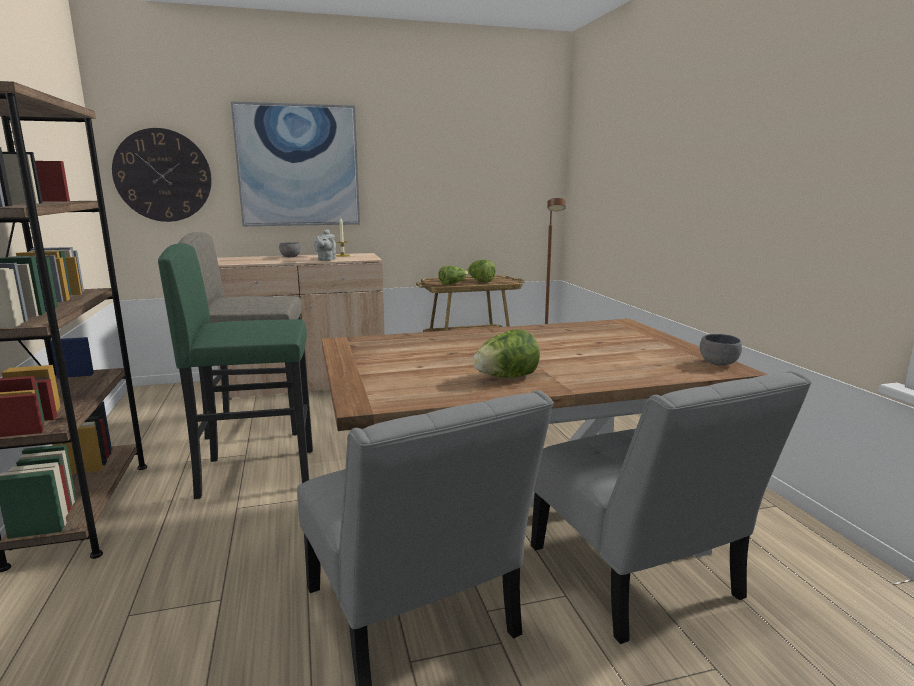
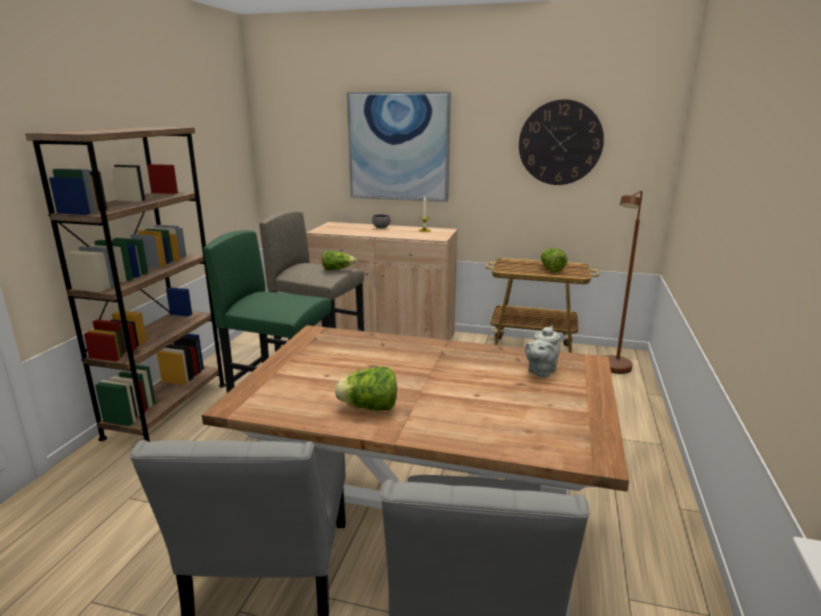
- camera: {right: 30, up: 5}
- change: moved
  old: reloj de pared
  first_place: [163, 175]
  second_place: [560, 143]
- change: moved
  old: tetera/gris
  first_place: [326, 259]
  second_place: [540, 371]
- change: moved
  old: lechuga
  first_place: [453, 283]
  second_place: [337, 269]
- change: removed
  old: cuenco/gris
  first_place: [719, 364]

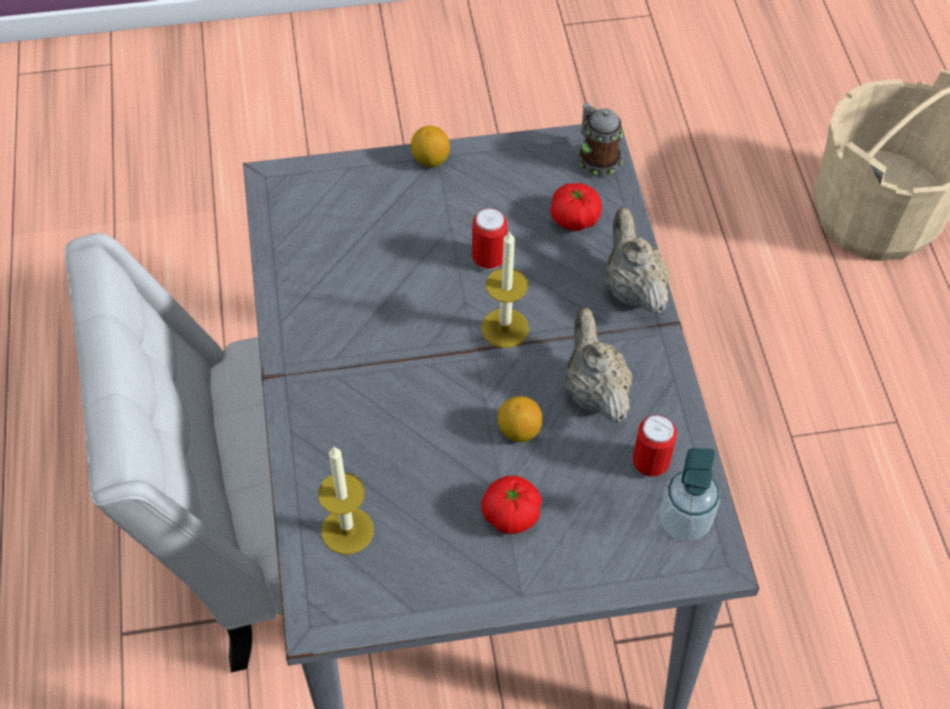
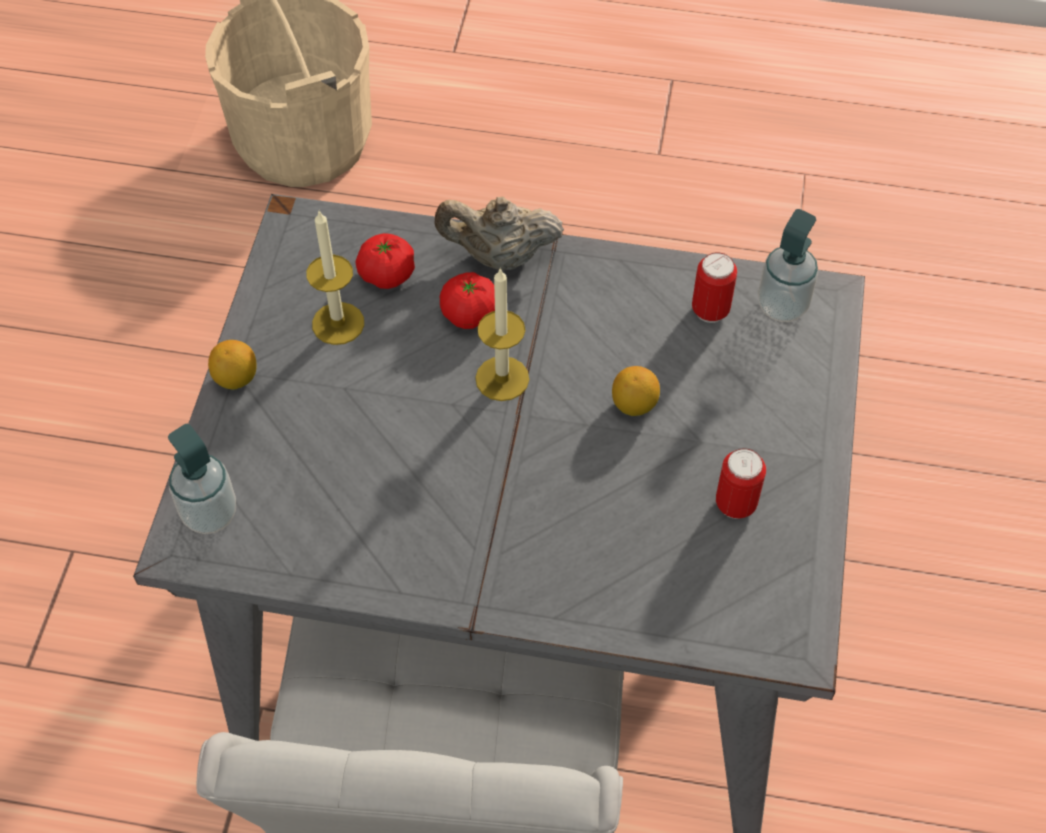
- camera: {right: -70, up: 0}
- change: moved
  old: vela
  first_place: [347, 530]
  second_place: [338, 323]
- change: moved
  old: lata
  first_place: [488, 259]
  second_place: [735, 504]
- change: moved
  old: tomate
  first_place: [511, 514]
  second_place: [470, 314]
- change: removed
  old: tetera/beis
  first_place: [593, 391]
- change: removed
  old: taza grande
  first_place: [596, 157]
- change: added
  new: dispensador de jabón
  second_place: [210, 514]

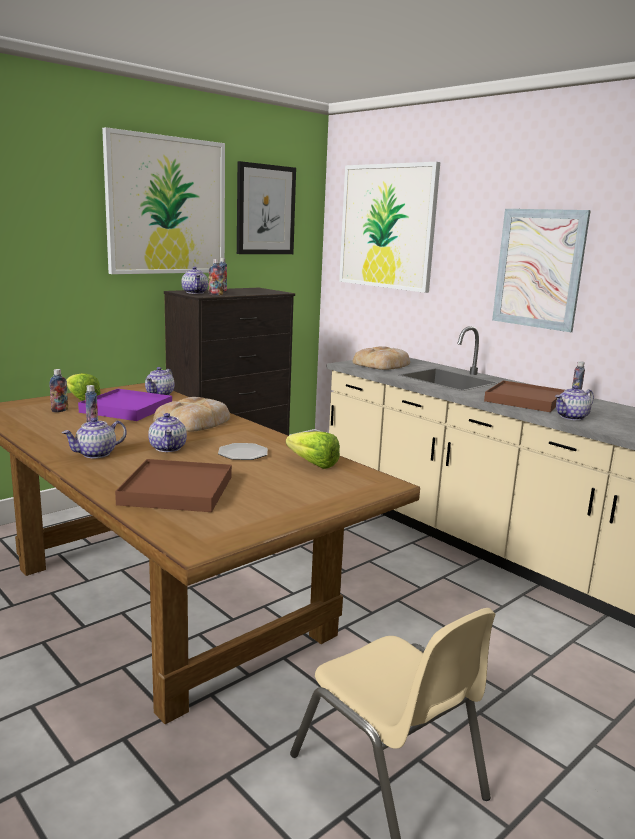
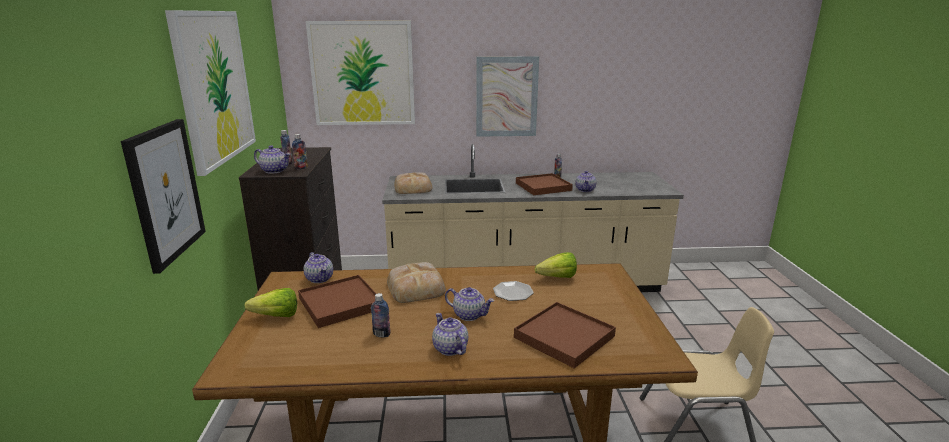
- camera: {right: -50, up: 5}
- change: removed
  old: botella
  first_place: [59, 410]
- change: turned
  old: tetera
  first_place: [96, 454]
  second_place: [449, 348]
  degrees: 150
- change: recoloured
  old: bandeja/morado
  new: bandeja/marrón
  first_place: [127, 408]
  second_place: [340, 303]
- change: moved
  old: cuadro
  first_place: [265, 210]
  second_place: [165, 192]

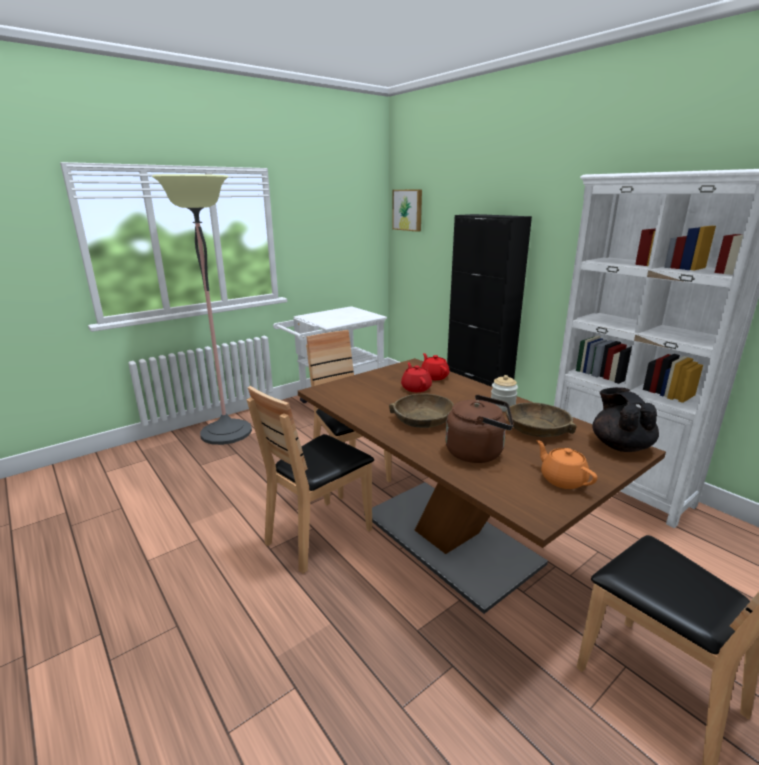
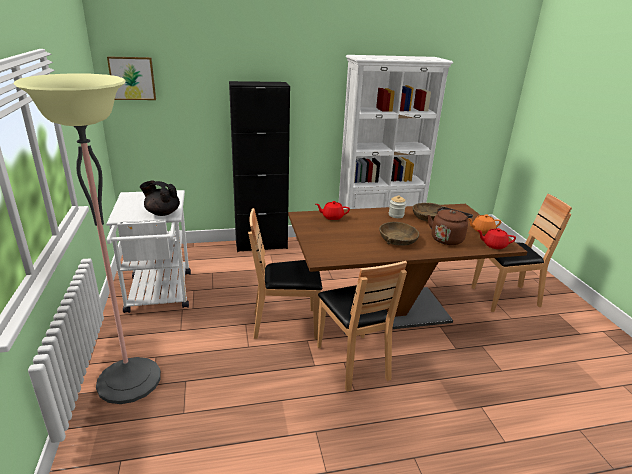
- camera: {right: -65, up: 5}
- change: moved
  old: tetera/rojo
  first_place: [416, 388]
  second_place: [494, 245]
- change: moved
  old: tetera/negro
  first_place: [620, 445]
  second_place: [162, 213]

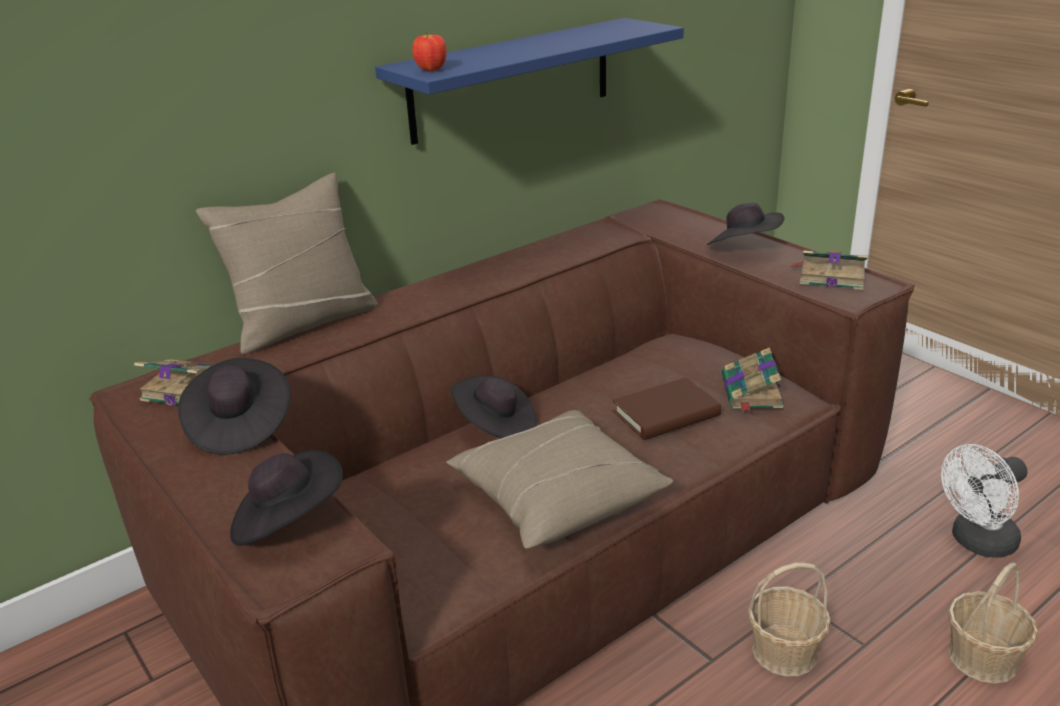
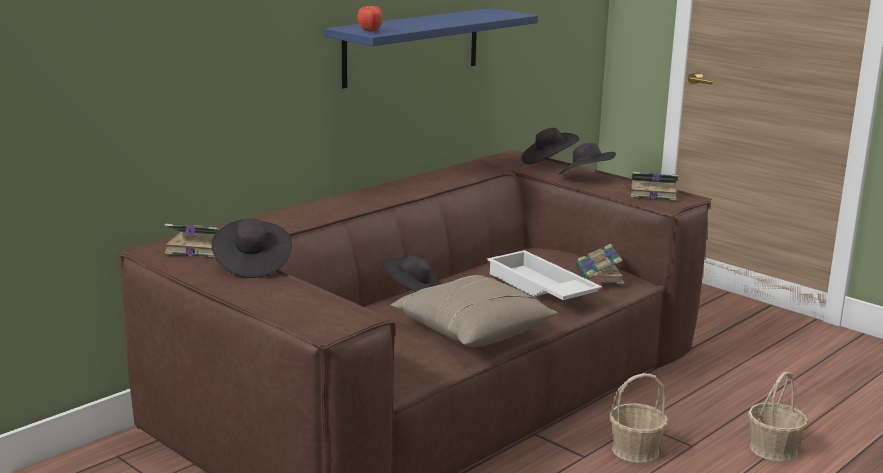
- camera: {right: -10, up: -10}
- change: removed
  old: cojín/beis
  first_place: [303, 323]
- change: moved
  old: sombrero/negro
  first_place: [288, 521]
  second_place: [548, 161]
- change: replaced
  old: libro/marrón
  new: bandeja/blanco
  first_place: [666, 414]
  second_place: [539, 287]
- change: removed
  old: ventilador/blanco
  first_place: [977, 542]

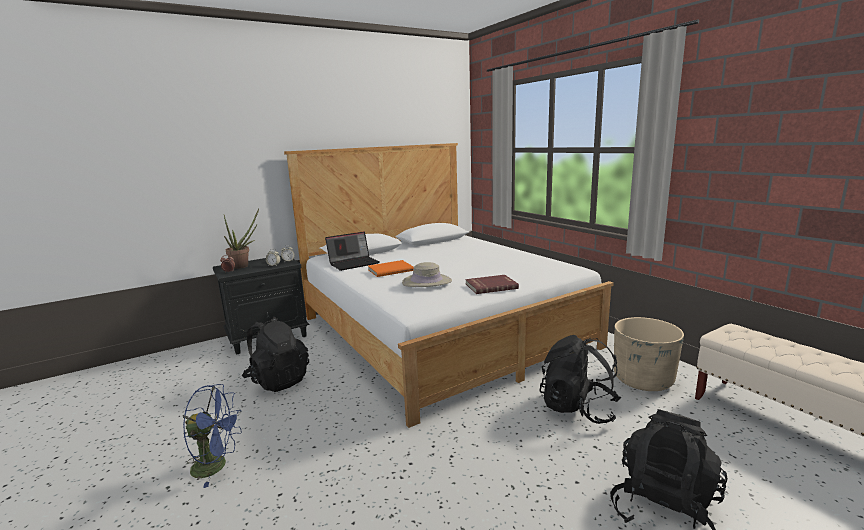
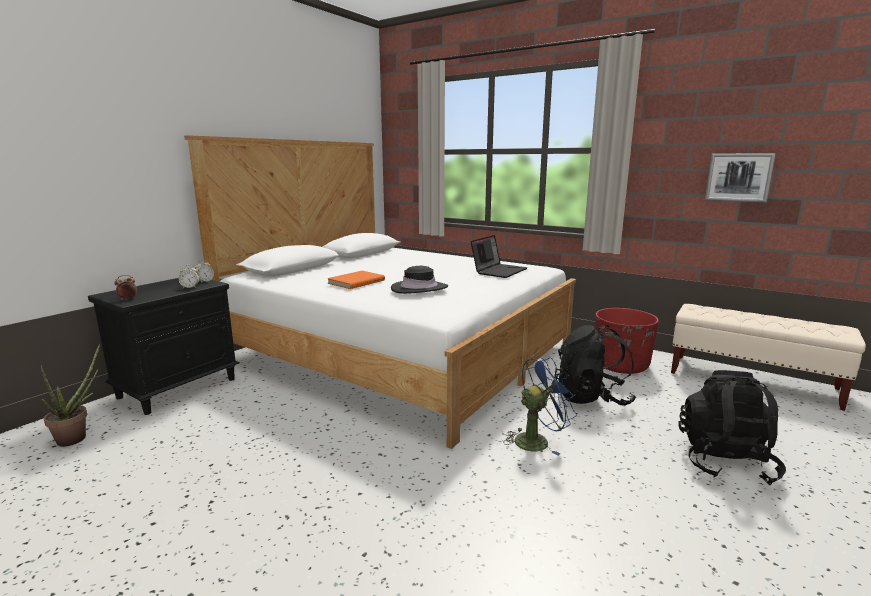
- camera: {right: -25, up: 0}
- change: moved
  old: ventilador/azul
  first_place: [217, 466]
  second_place: [537, 440]
- change: moved
  old: planta en maceta
  first_place: [244, 266]
  second_place: [78, 437]
- change: removed
  old: mochila/negro
  first_place: [278, 380]
- change: moved
  old: portátil
  first_place: [354, 263]
  second_place: [499, 271]
- change: recoloured
  old: sombrero/beis
  new: sombrero/negro
  first_place: [427, 282]
  second_place: [419, 288]
- change: removed
  old: libro/rojo
  first_place: [491, 286]
- change: recoloured
  old: maceta/beis
  new: maceta/rojo
  first_place: [643, 379]
  second_place: [621, 365]
- change: added
  new: cuadro
  second_place: [738, 177]

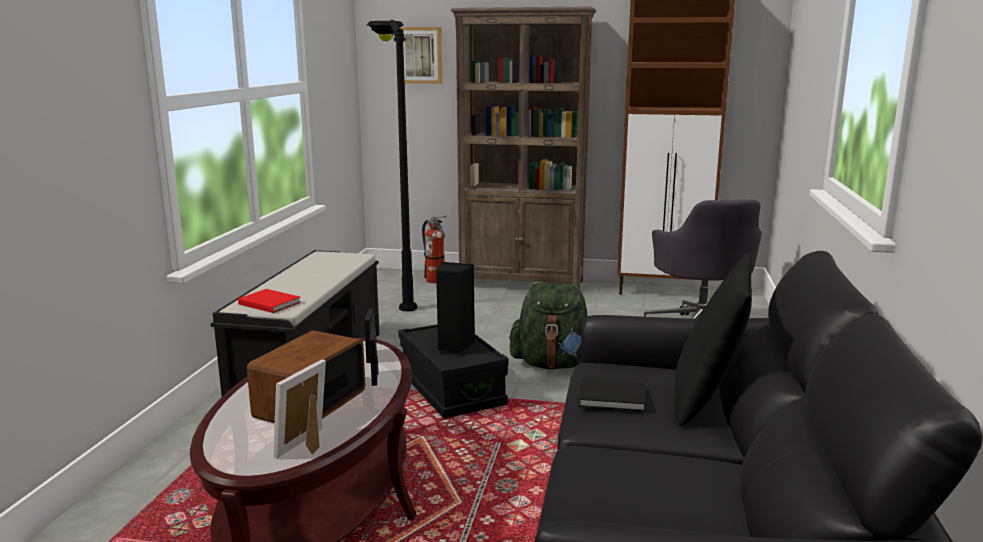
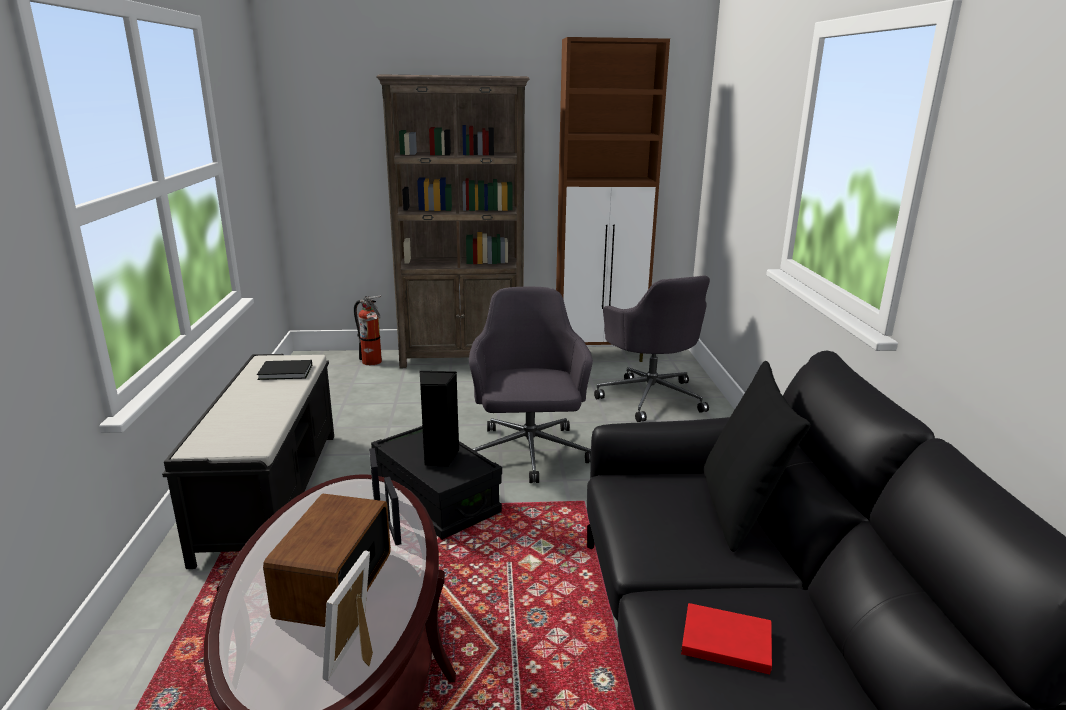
- camera: {right: -15, up: 5}
- change: moved
  old: libro/rojo
  first_place: [269, 303]
  second_place: [724, 639]
- change: removed
  old: lámpara de pie/negro
  first_place: [398, 291]
- change: removed
  old: cuadro
  first_place: [420, 55]
- change: replaced
  old: mochila/verde
  new: silla de oficina/gris
  first_place: [553, 364]
  second_place: [528, 454]
- change: moved
  old: libro/negro
  first_place: [613, 398]
  second_place: [286, 372]

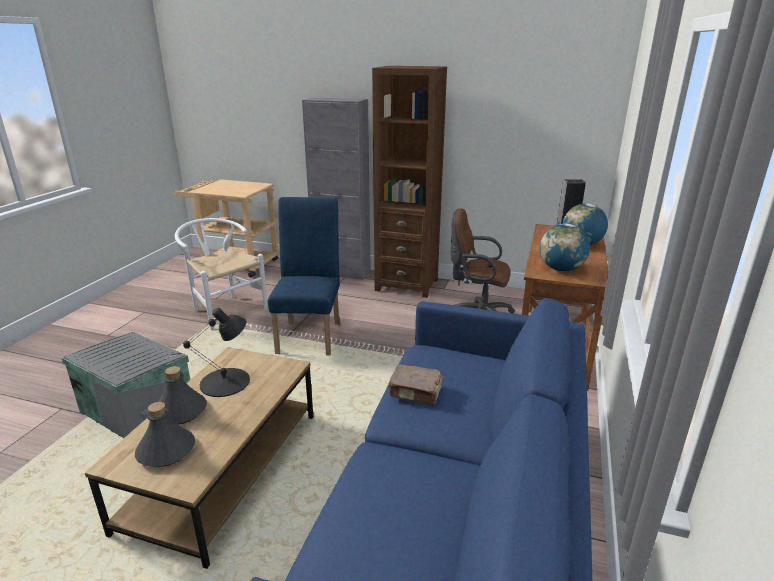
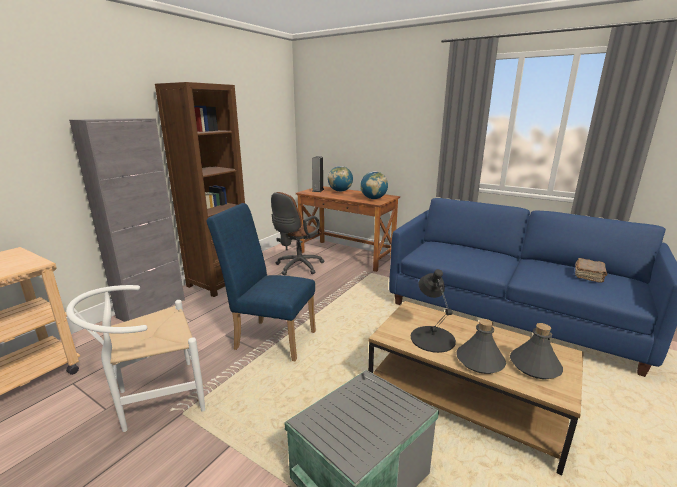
- camera: {right: -75, up: -5}
- change: moved
  old: libro/marrón
  first_place: [416, 393]
  second_place: [589, 276]

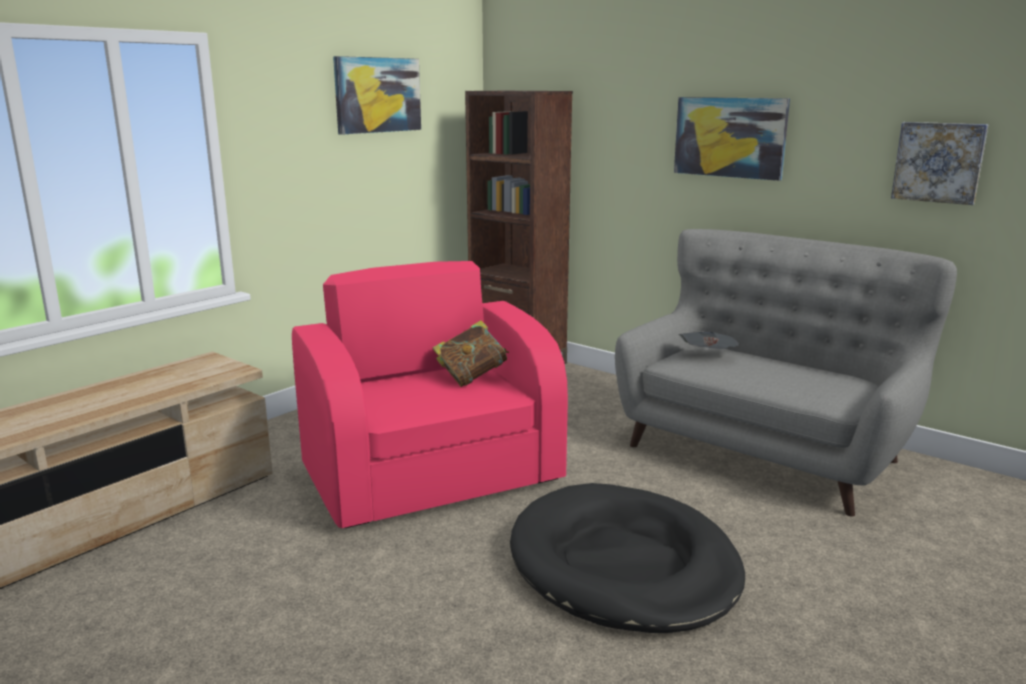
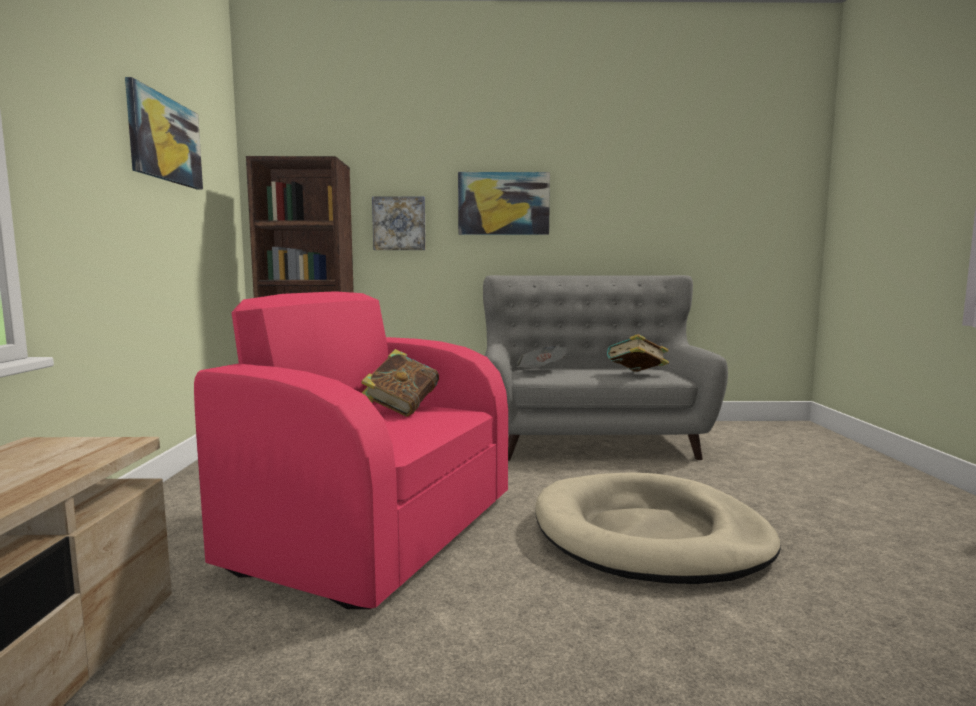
- camera: {right: -40, up: -10}
- change: recoloured
  old: cama para perro/negro
  new: cama para perro/beis
  first_place: [623, 565]
  second_place: [649, 535]
- change: moved
  old: cuadro
  first_place: [939, 162]
  second_place: [399, 223]
- change: added
  new: libro
  second_place: [636, 375]

